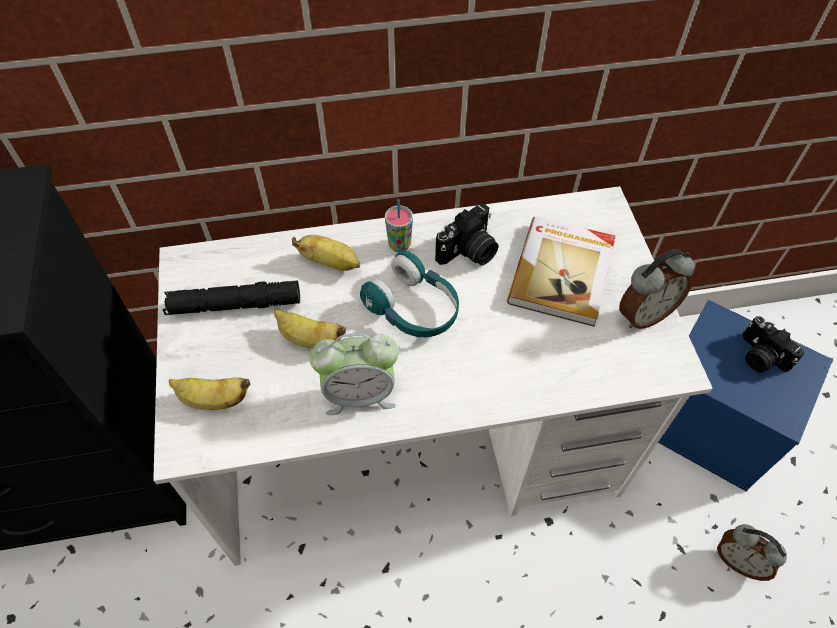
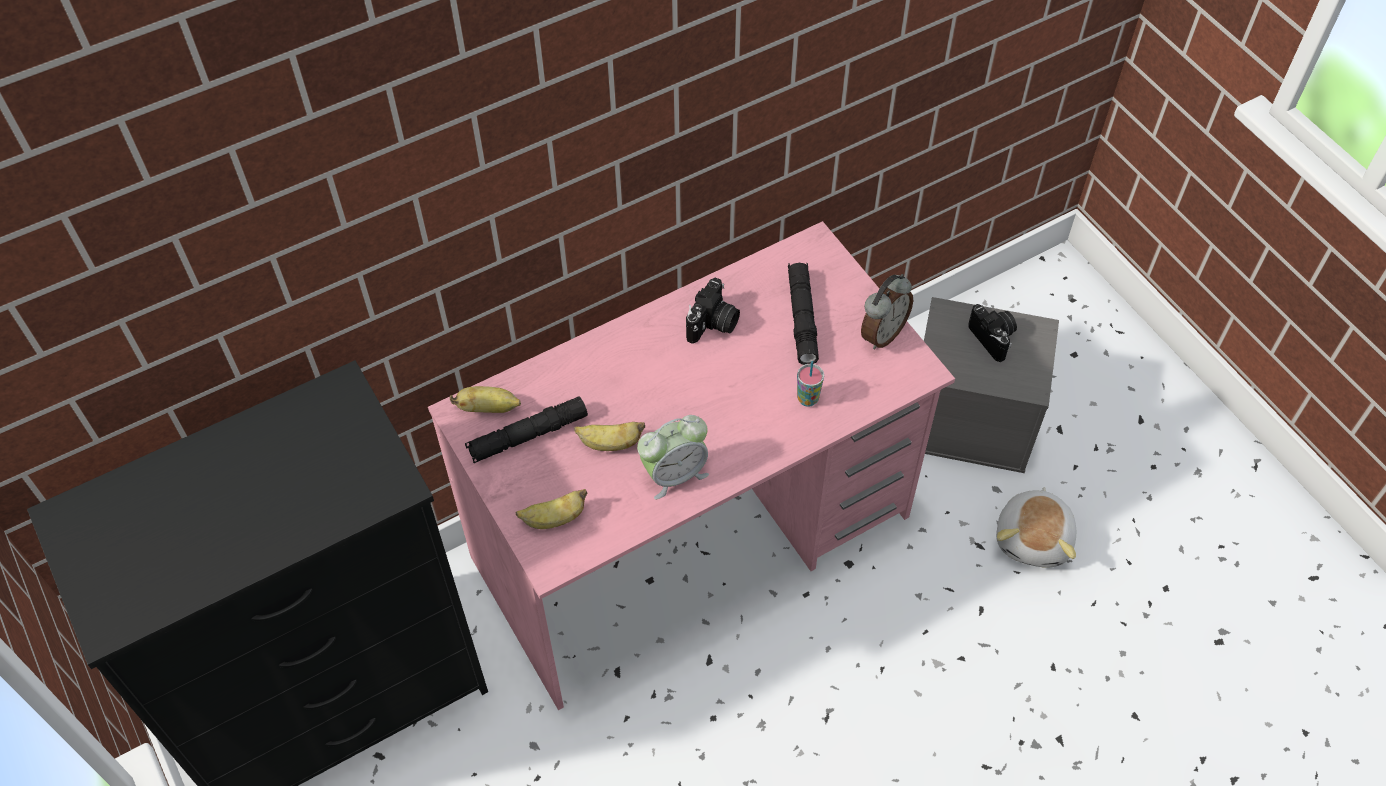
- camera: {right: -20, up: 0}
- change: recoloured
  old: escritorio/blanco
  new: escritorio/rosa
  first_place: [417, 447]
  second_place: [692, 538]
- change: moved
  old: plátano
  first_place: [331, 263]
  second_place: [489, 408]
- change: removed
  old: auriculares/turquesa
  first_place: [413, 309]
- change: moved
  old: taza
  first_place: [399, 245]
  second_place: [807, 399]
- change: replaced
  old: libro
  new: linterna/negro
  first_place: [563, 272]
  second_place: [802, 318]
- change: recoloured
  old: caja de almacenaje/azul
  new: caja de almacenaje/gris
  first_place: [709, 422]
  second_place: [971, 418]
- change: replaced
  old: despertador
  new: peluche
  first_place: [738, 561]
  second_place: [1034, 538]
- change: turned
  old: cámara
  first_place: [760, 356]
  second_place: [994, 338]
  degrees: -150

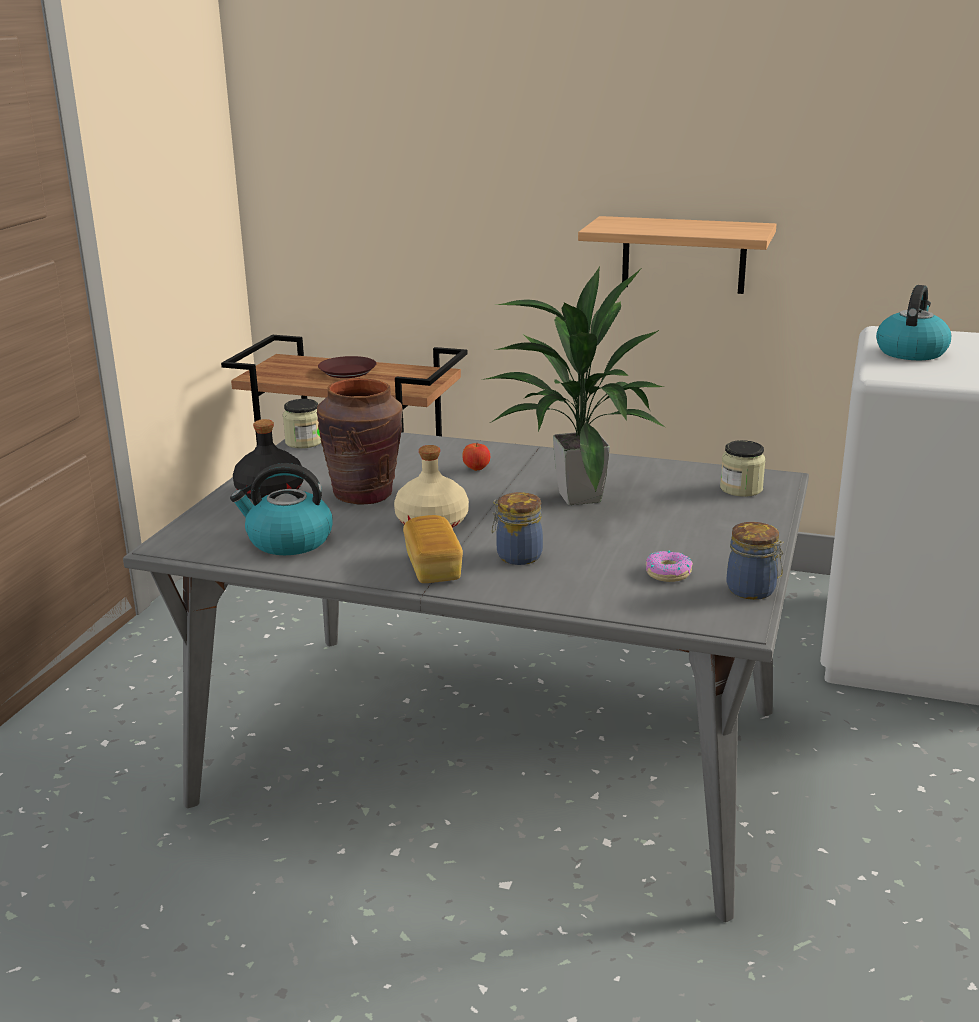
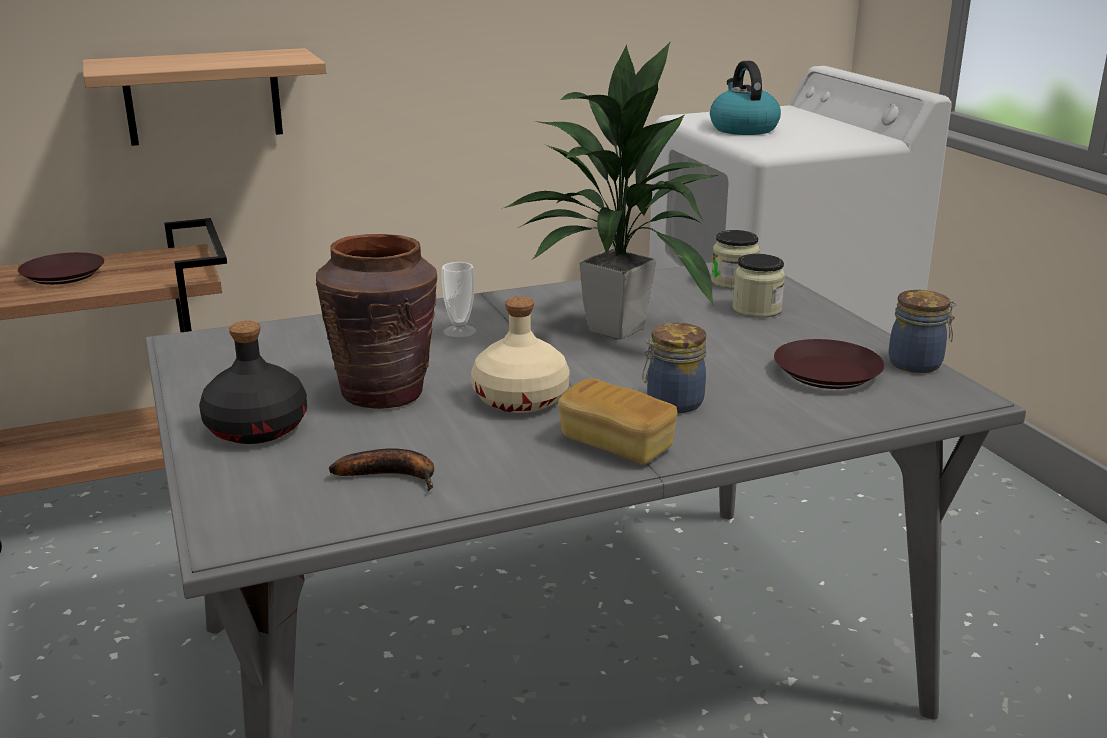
- camera: {right: -40, up: 0}
- change: replaced
  old: hervidor
  new: plátano
  first_place: [288, 541]
  second_place: [393, 476]
- change: moved
  old: tarro
  first_place: [304, 442]
  second_place: [756, 309]
- change: replaced
  old: manzana
  new: taza
  first_place: [476, 469]
  second_place: [459, 331]
- change: moved
  old: estante
  first_place: [684, 255]
  second_place: [203, 97]
- change: replaced
  old: rosquilla
  new: plato/marrón
  first_place: [667, 573]
  second_place: [827, 372]

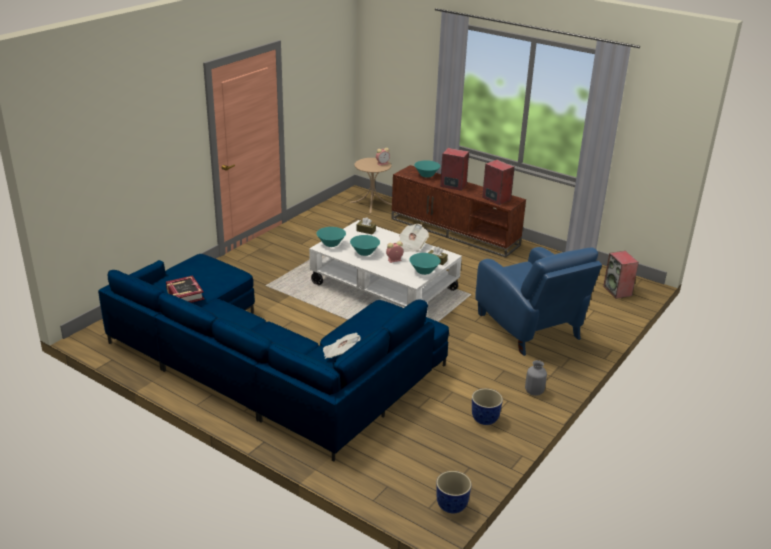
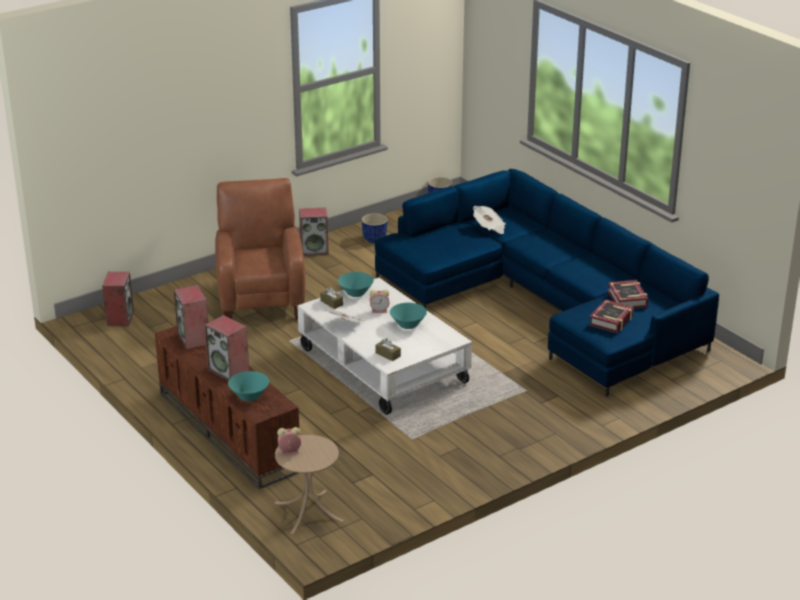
- camera: {right: -160, up: 0}
- change: removed
  old: cuenco/turquesa
  first_place: [331, 244]
- change: recoloured
  old: sillón/azul
  new: sillón/marrón
  first_place: [530, 328]
  second_place: [261, 298]
- change: replaced
  old: florero/gris
  new: altavoz
  first_place: [534, 392]
  second_place: [314, 250]
- change: added
  new: libro
  second_place: [611, 320]

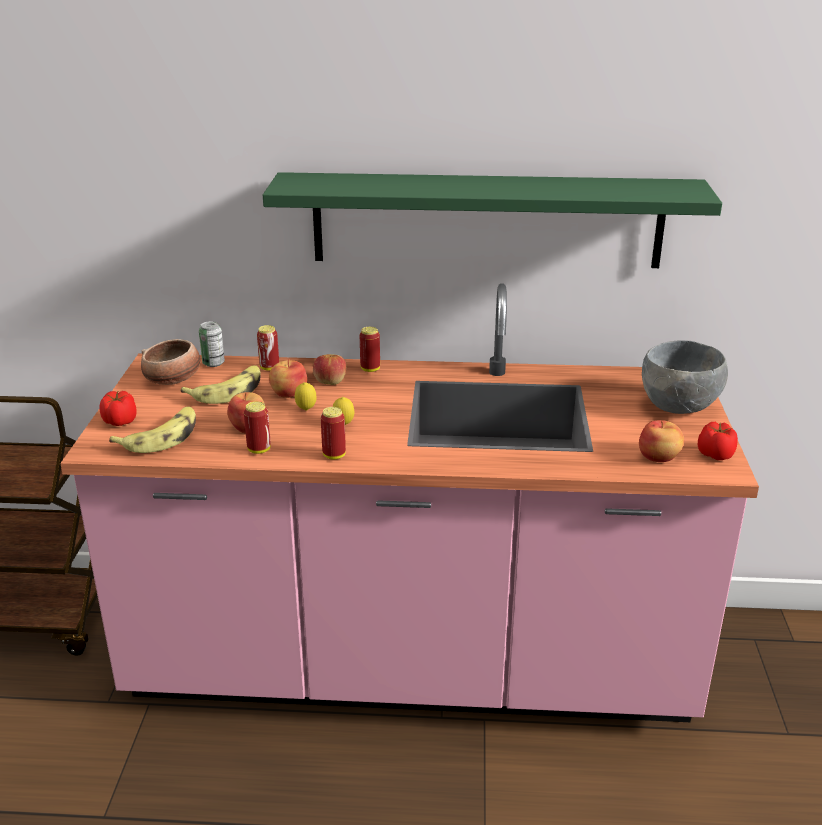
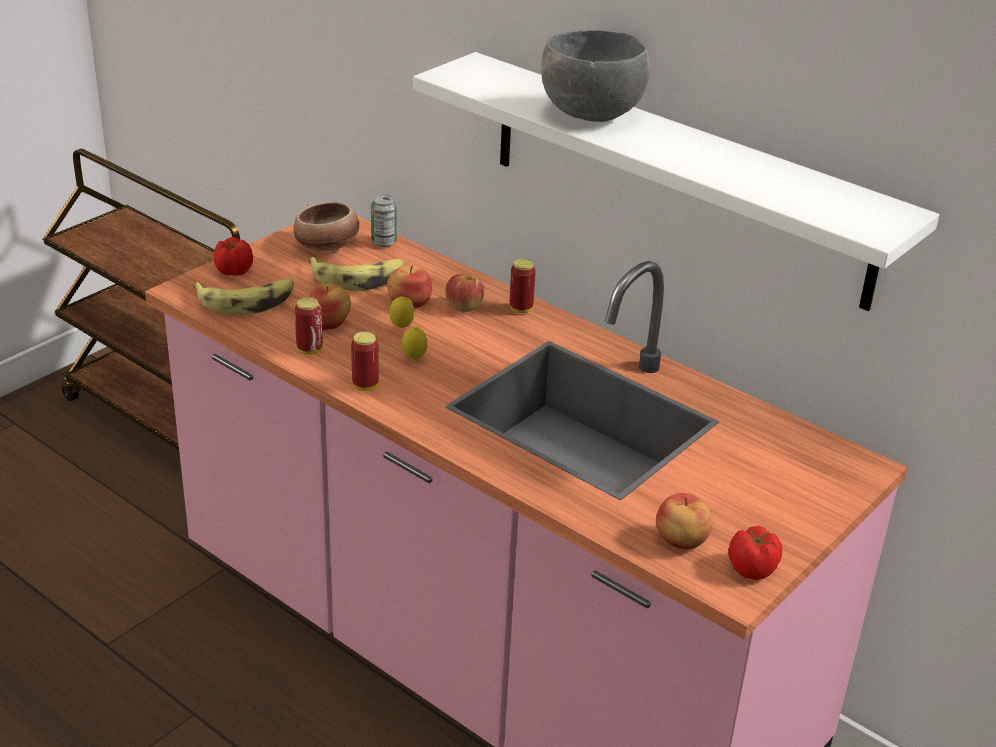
- camera: {right: 35, up: 5}
- change: removed
  old: lata
  first_place: [269, 368]
- change: recoloured
  old: estante/verde
  new: estante/blanco
  first_place: [487, 220]
  second_place: [677, 178]
- change: moved
  old: cuenco/gris
  first_place: [680, 407]
  second_place: [592, 116]

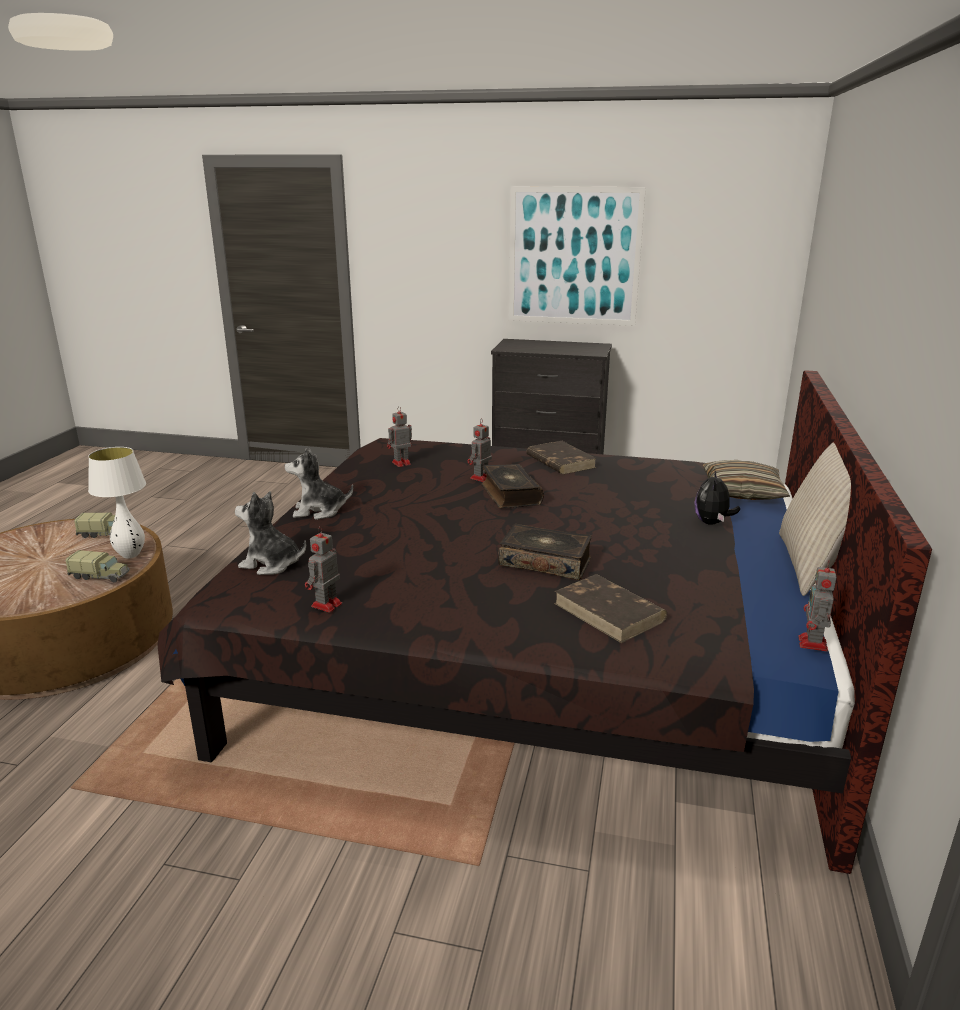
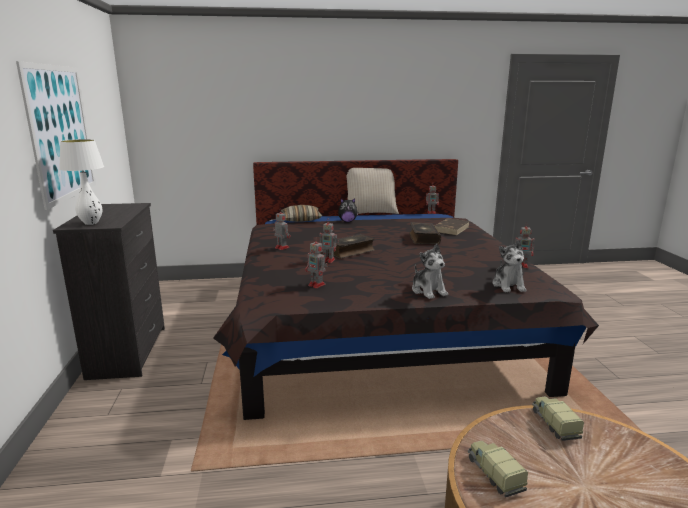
- camera: {right: -110, up: -5}
- change: moved
  old: lámpara de mesa/blanco
  first_place: [130, 555]
  second_place: [91, 223]
- change: replaced
  old: libro/marrón
  new: robot de juguete
  first_place: [560, 461]
  second_place: [281, 247]

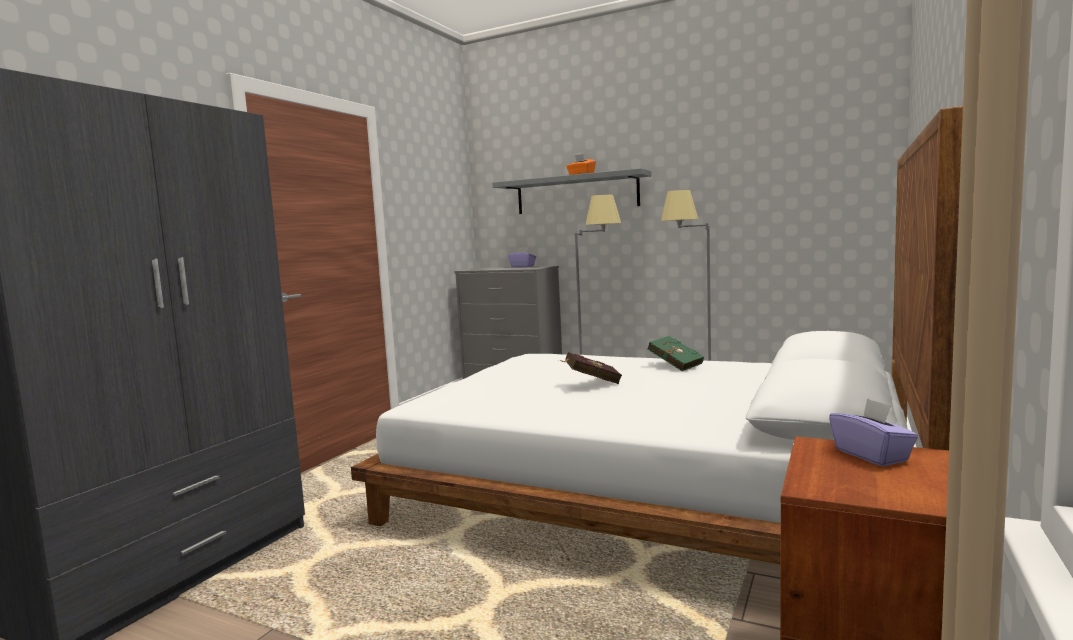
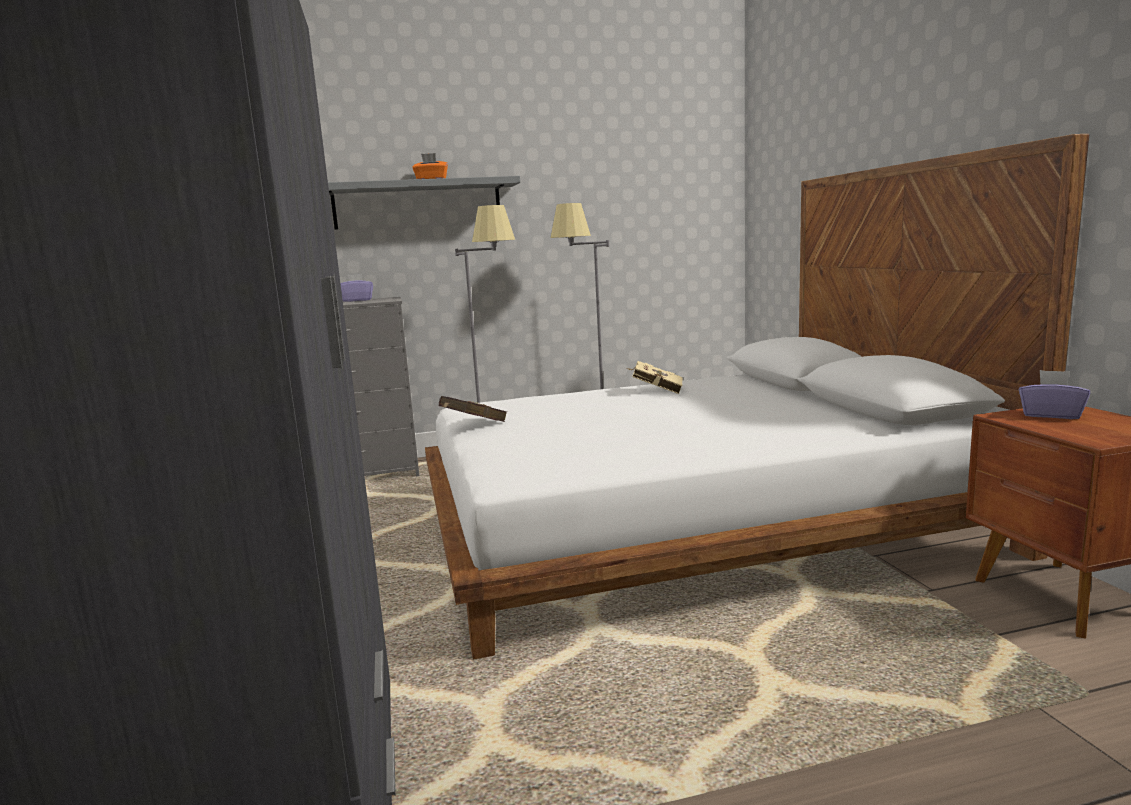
- camera: {right: -40, up: 5}
- change: moved
  old: libro/rojo
  first_place: [590, 382]
  second_place: [471, 425]
- change: recoloured
  old: libro/verde
  new: libro/beis
  first_place: [674, 365]
  second_place: [655, 390]

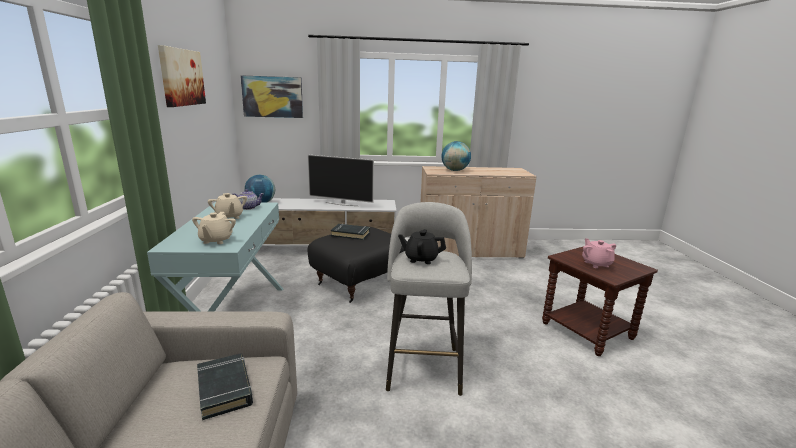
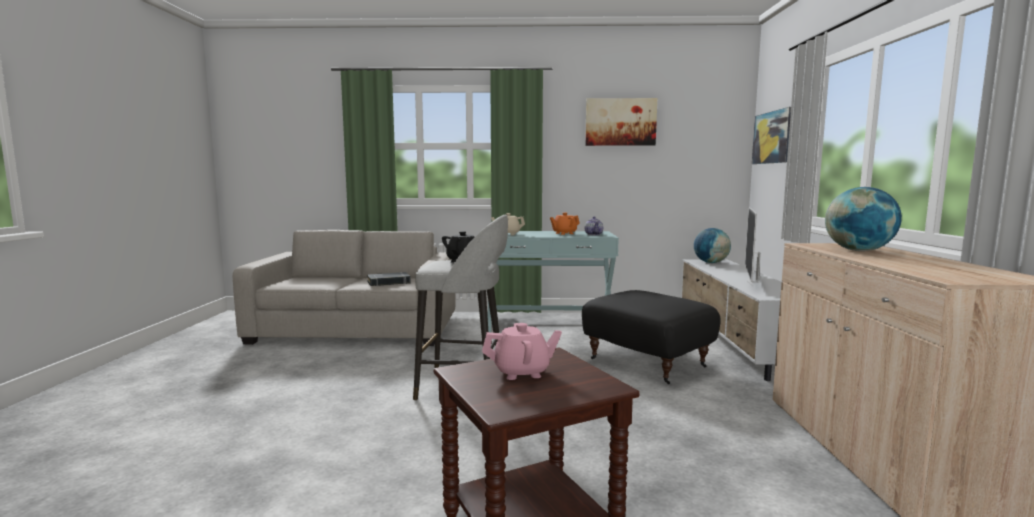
- camera: {right: 95, up: -10}
- change: recoloured
  old: tetera/beis
  new: tetera/naranja
  first_place: [229, 217]
  second_place: [564, 233]
- change: removed
  old: libro/negro
  first_place: [350, 234]

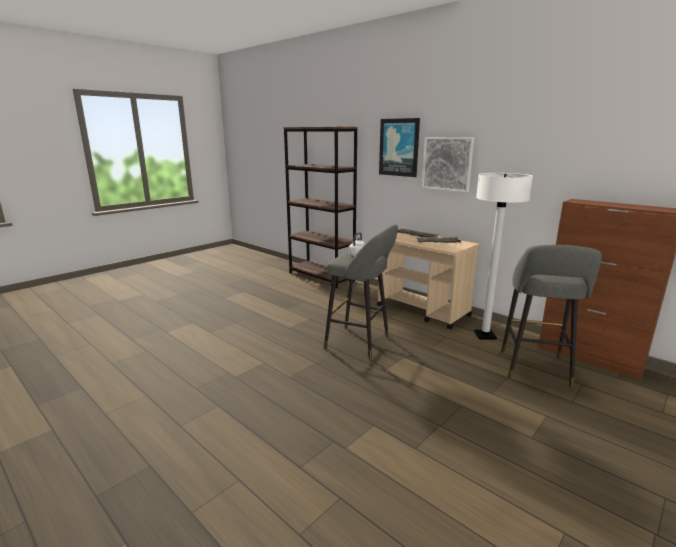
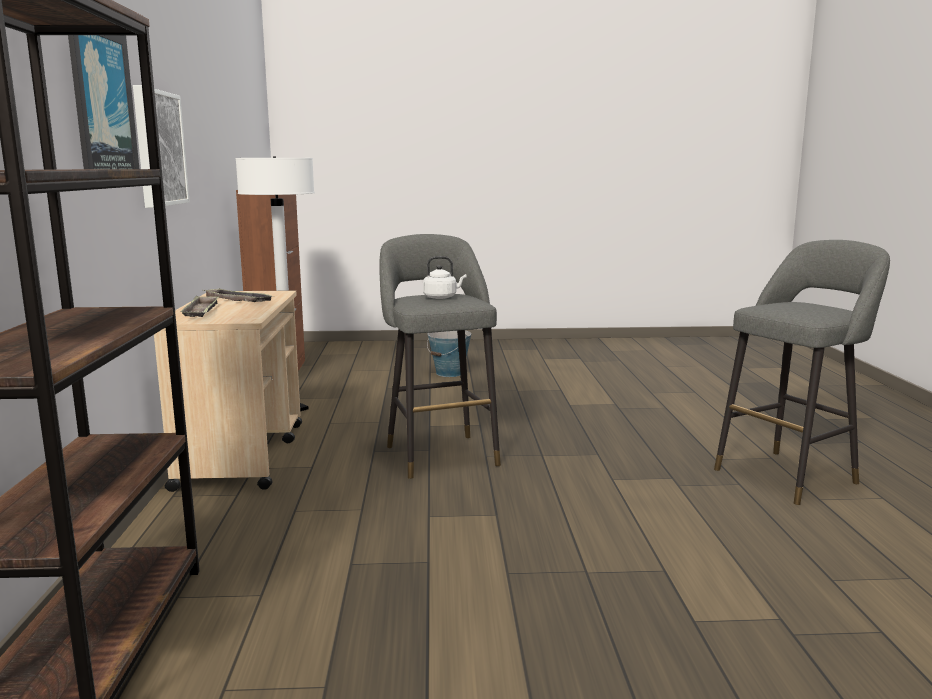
- camera: {right: -135, up: -5}
- change: moved
  old: taburete/gris
  first_place: [535, 370]
  second_place: [790, 475]
- change: added
  new: cubo
  second_place: [450, 373]

